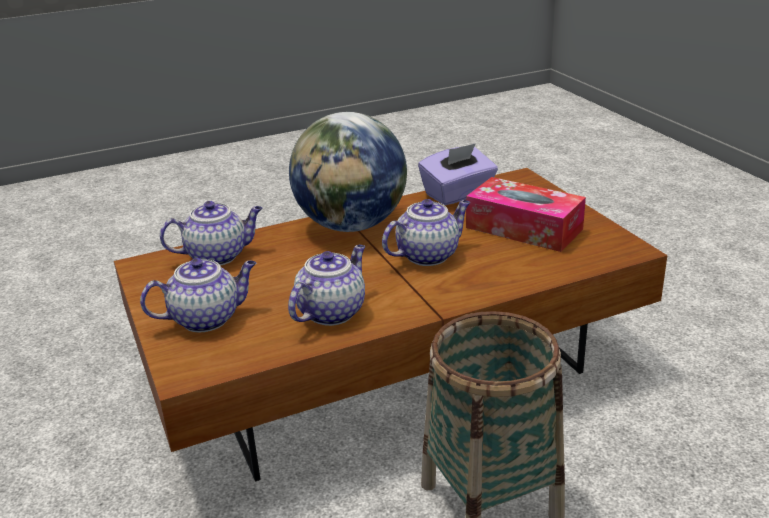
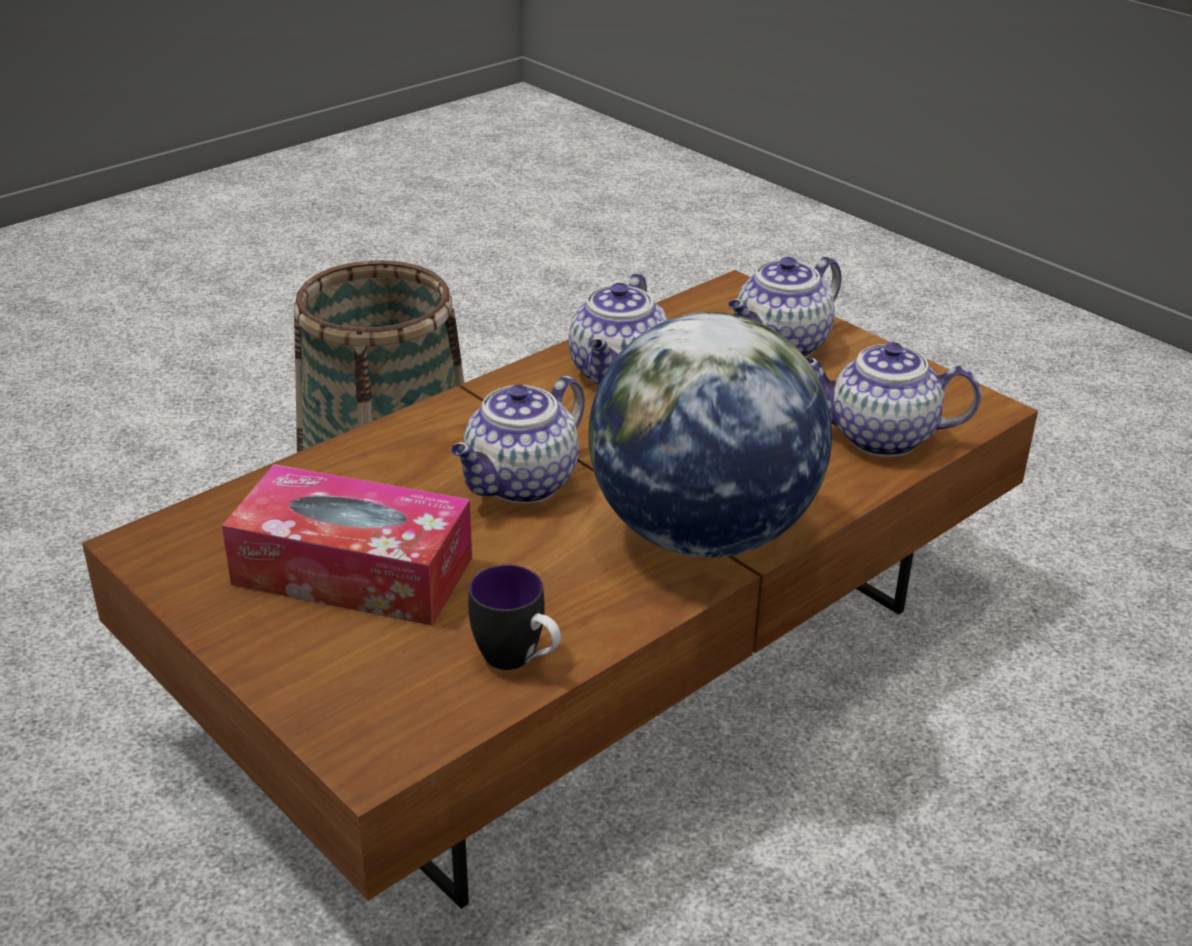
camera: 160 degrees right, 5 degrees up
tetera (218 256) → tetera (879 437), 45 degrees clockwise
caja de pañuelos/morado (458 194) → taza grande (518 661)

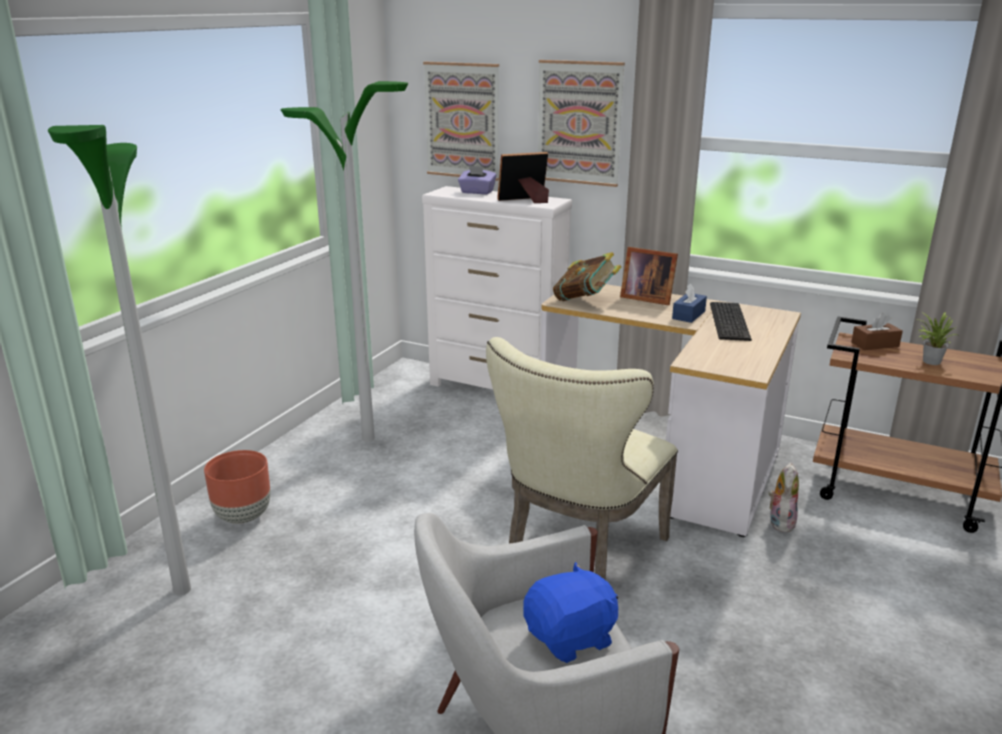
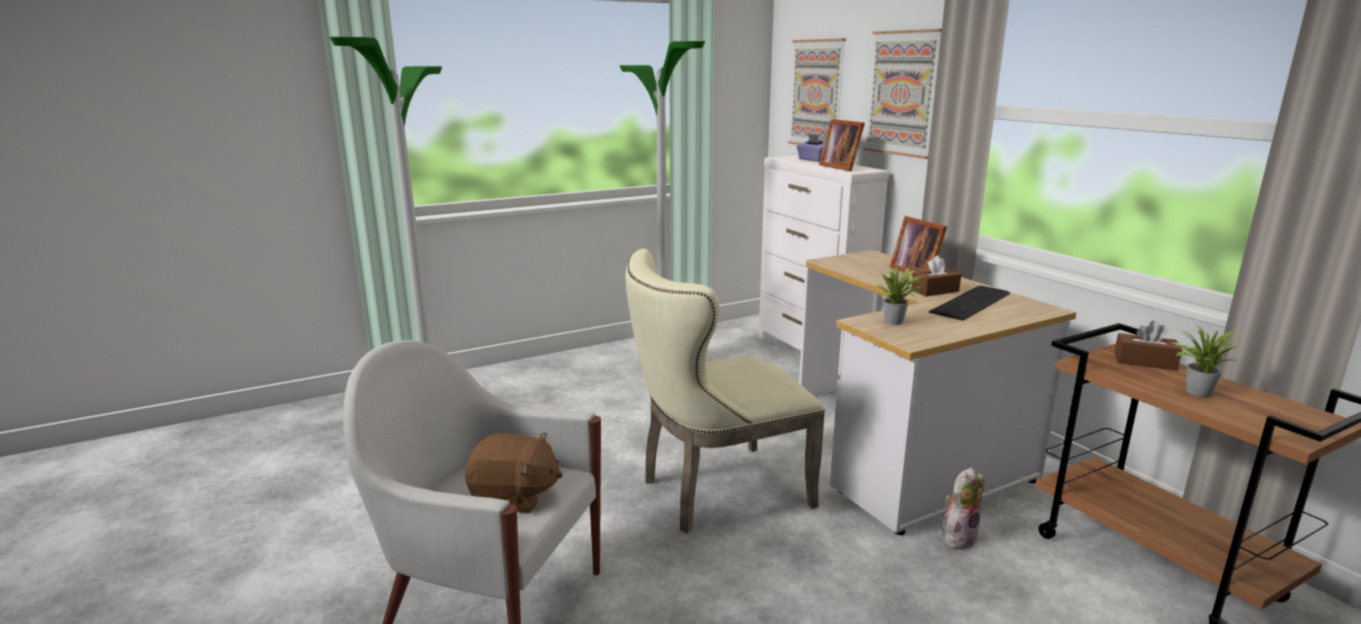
camera: 35 degrees right, 5 degrees down
maceta/marrón (243 516) → -
portarretratos (525 200) → portarretratos (841 167), 135 degrees counterclockwise
peluche/azul (571 637) → peluche/marrón (514 497)
libro (585 301) → -
caja de pañuelos/azul (688 315) → caja de pañuelos/marrón (935 291)
- → planta en maceta (896 322)

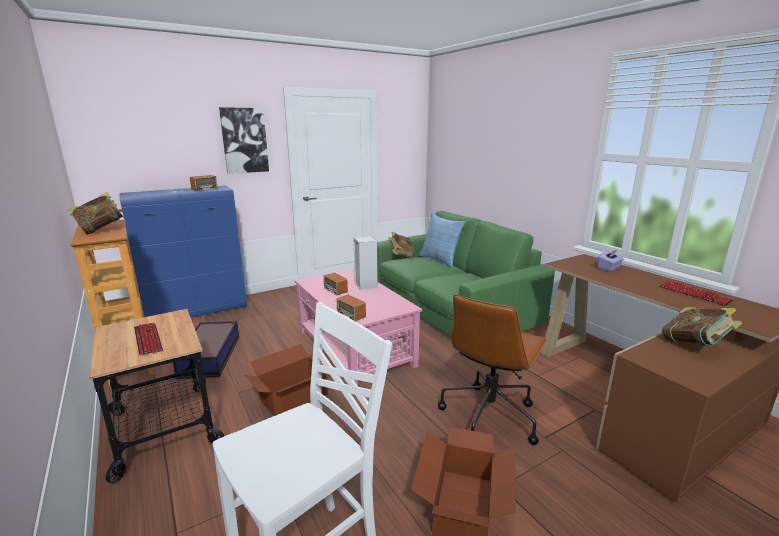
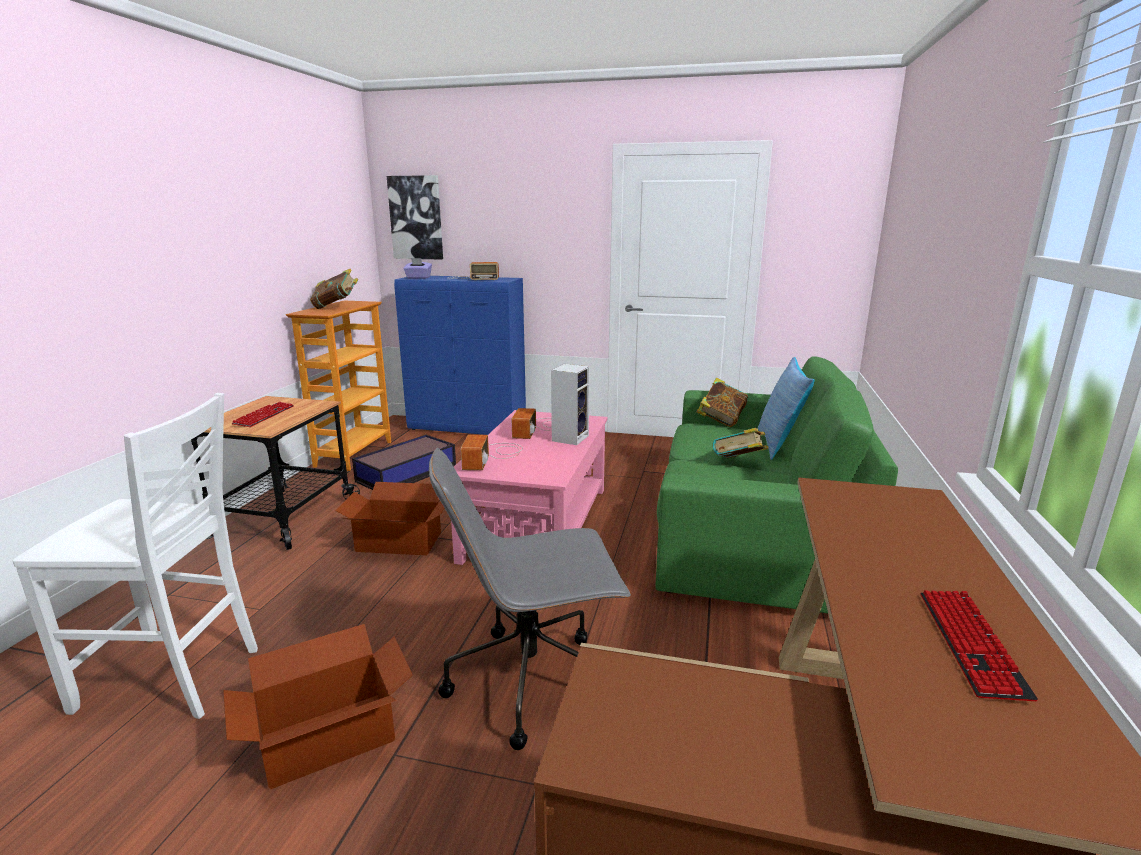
camera: 45 degrees right, 0 degrees up
cuadro (244 140) → cuadro (416 218), move
silla de oficina/marrón (489 416) → silla de oficina/gris (532 680)
caja de pañuelos/morado (609 268) → caja de pañuelos/morado (418 278), move
libro (695 346) → libro (739 465), move

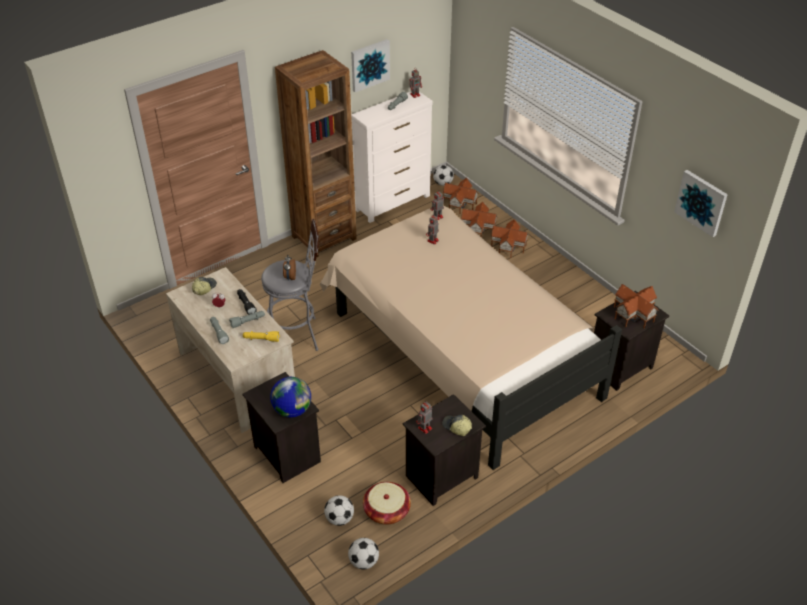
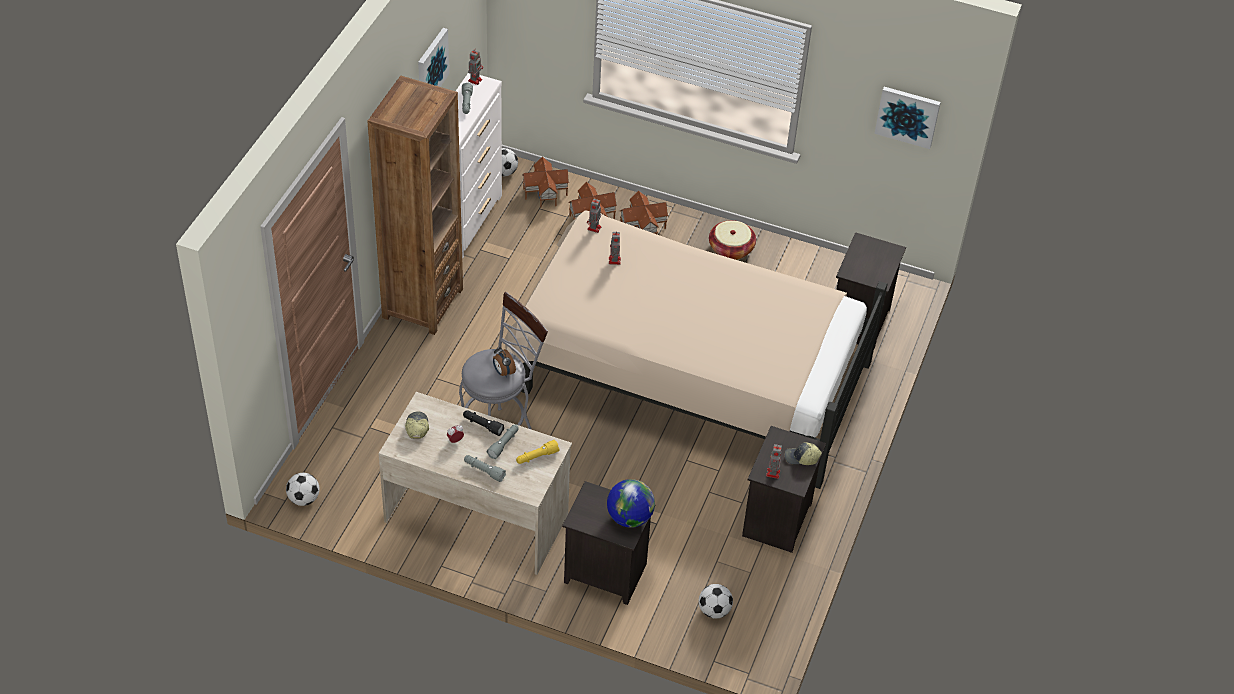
camera: 35 degrees left, 5 degrees up
balón de fútbol (364 561) → balón de fútbol (304 499), move
cesta (387 511) → cesta (731 249), move
casita (633 315) → -

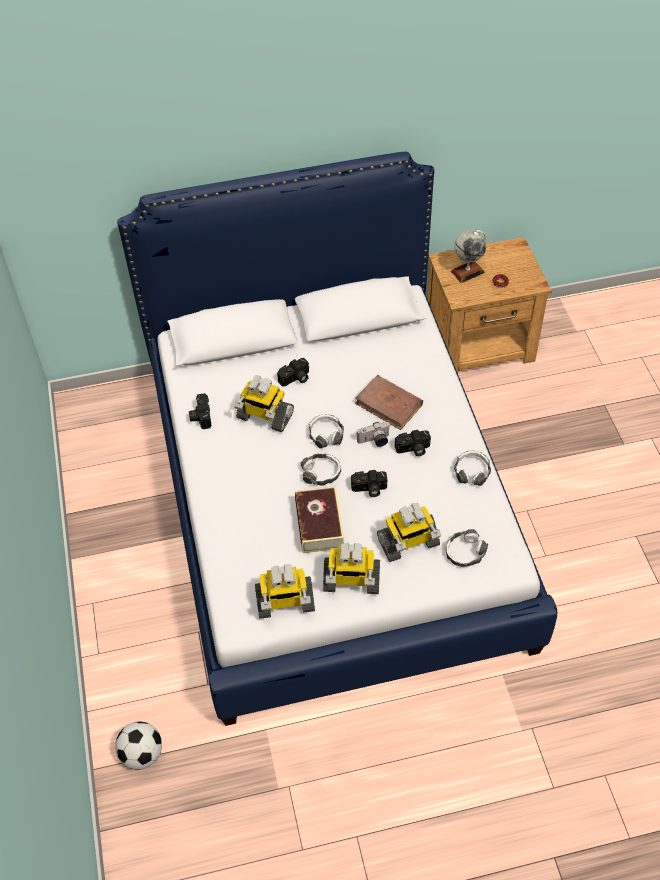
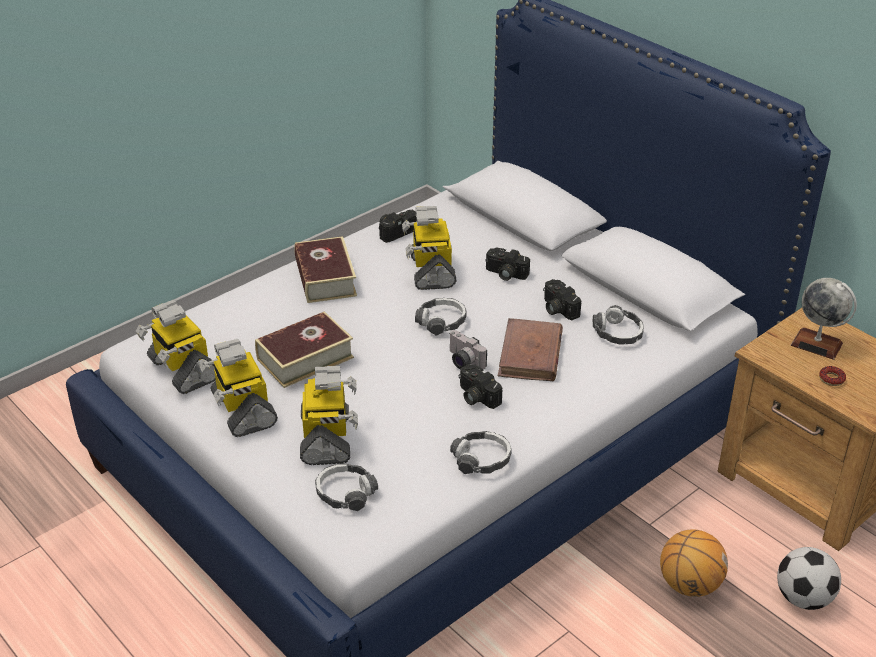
camera: 60 degrees right, 15 degrees down
balón de fútbol (142 754) → balón de fútbol (803 598), move
auriculares (321 473) → auriculares (618 333), move
cámara (369 489) → cámara (557 309), move
robot de juguete (408 543) → robot de juguete (327 439), 135 degrees counterclockwise
- → libro (325 278)
- → balón de baloncesto (689 585)

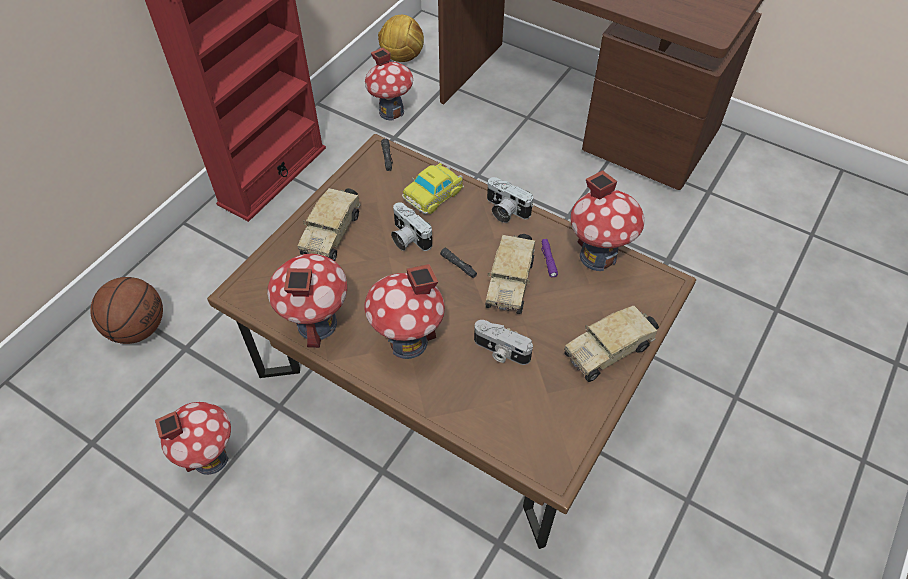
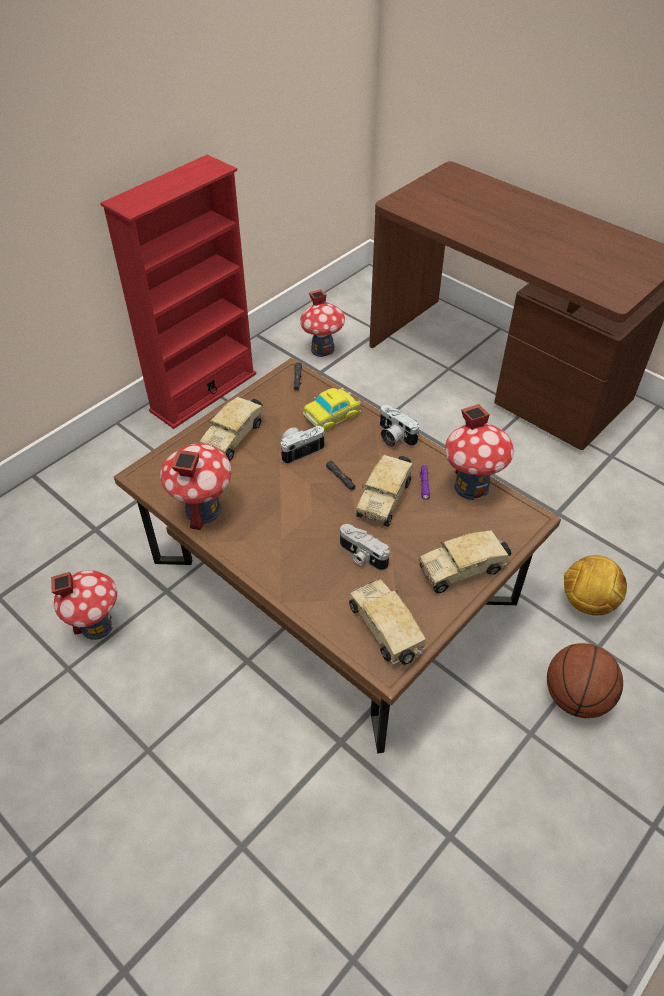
camera: 10 degrees right, 5 degrees down
balón de baloncesto (138 328) → balón de baloncesto (575 696), move
casita (408 341) → -
balón de fútbol (402 57) → balón de fútbol (587 602), move
cámara (407 238) → cámara (300 449), 90 degrees clockwise
- → camión de juguete (387 630)

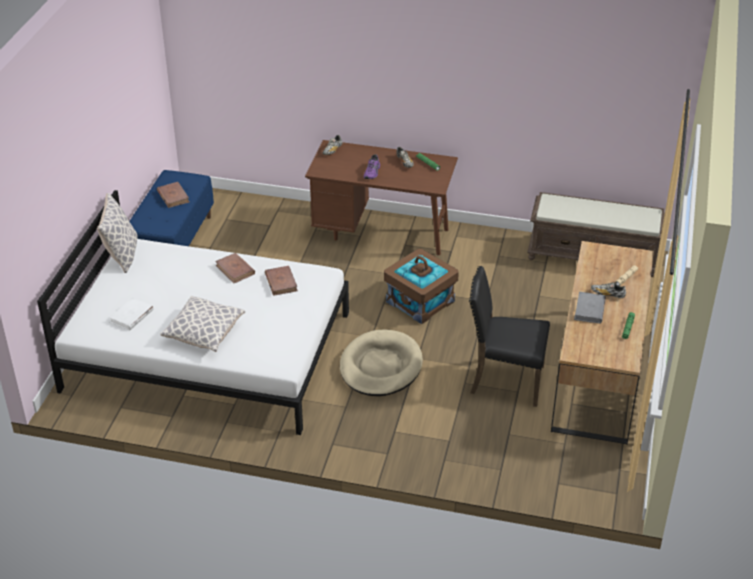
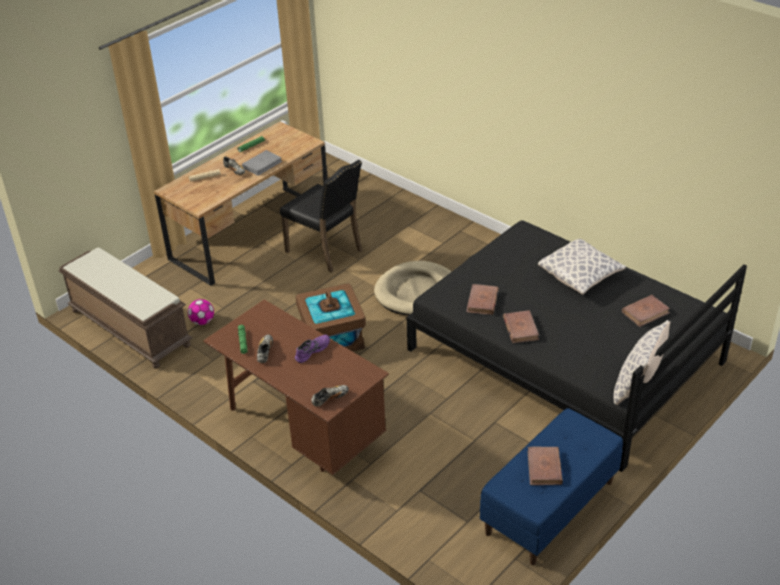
camera: 150 degrees left, 0 degrees up
cama/blanco (208 350) → cama/negro (565 356)
libro/blanco (131 316) → libro/marrón (645 312)
- → balón de fútbol (202 321)

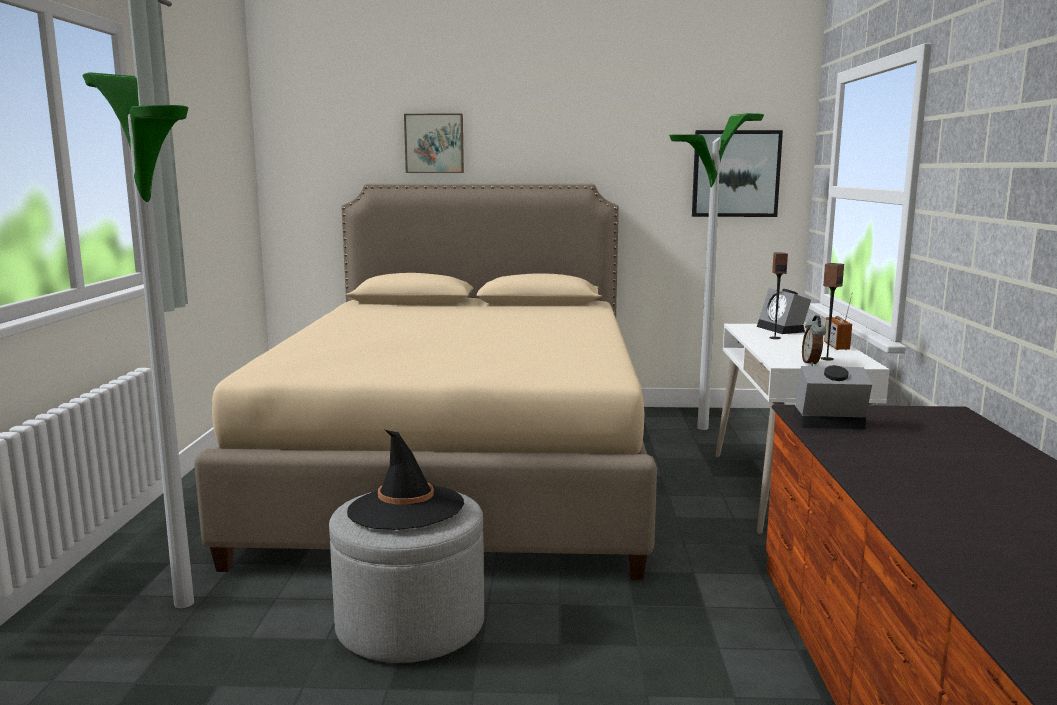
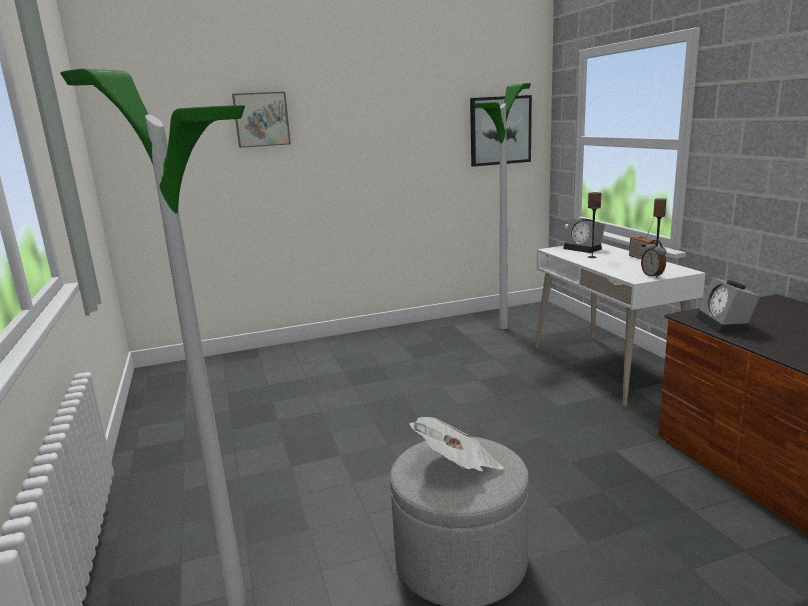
camera: 20 degrees left, 5 degrees up
cama/beis (461 469) → -
sombrero/negro (405 508) → periódico (457 465)
despertador (827 423) → despertador (725 324), 75 degrees counterclockwise

